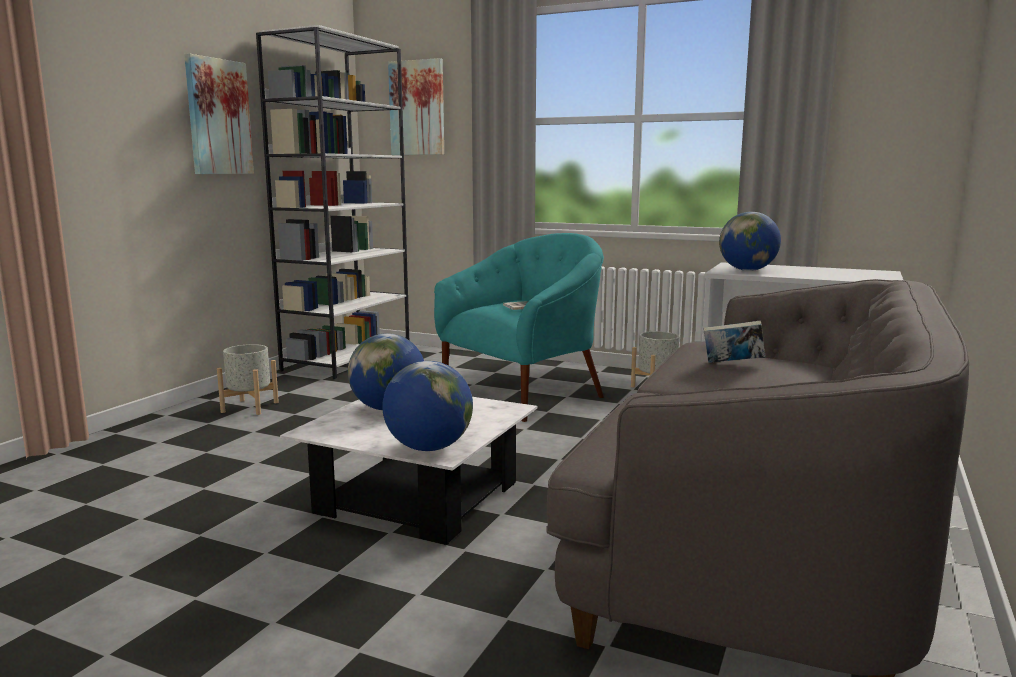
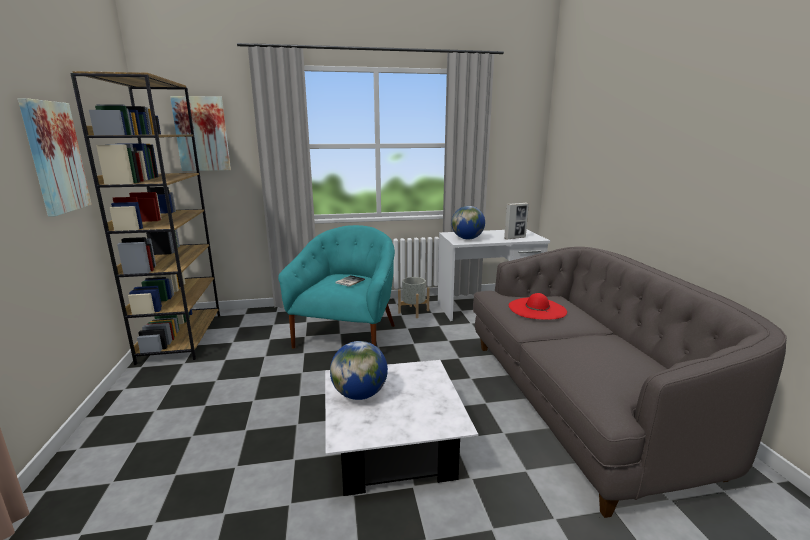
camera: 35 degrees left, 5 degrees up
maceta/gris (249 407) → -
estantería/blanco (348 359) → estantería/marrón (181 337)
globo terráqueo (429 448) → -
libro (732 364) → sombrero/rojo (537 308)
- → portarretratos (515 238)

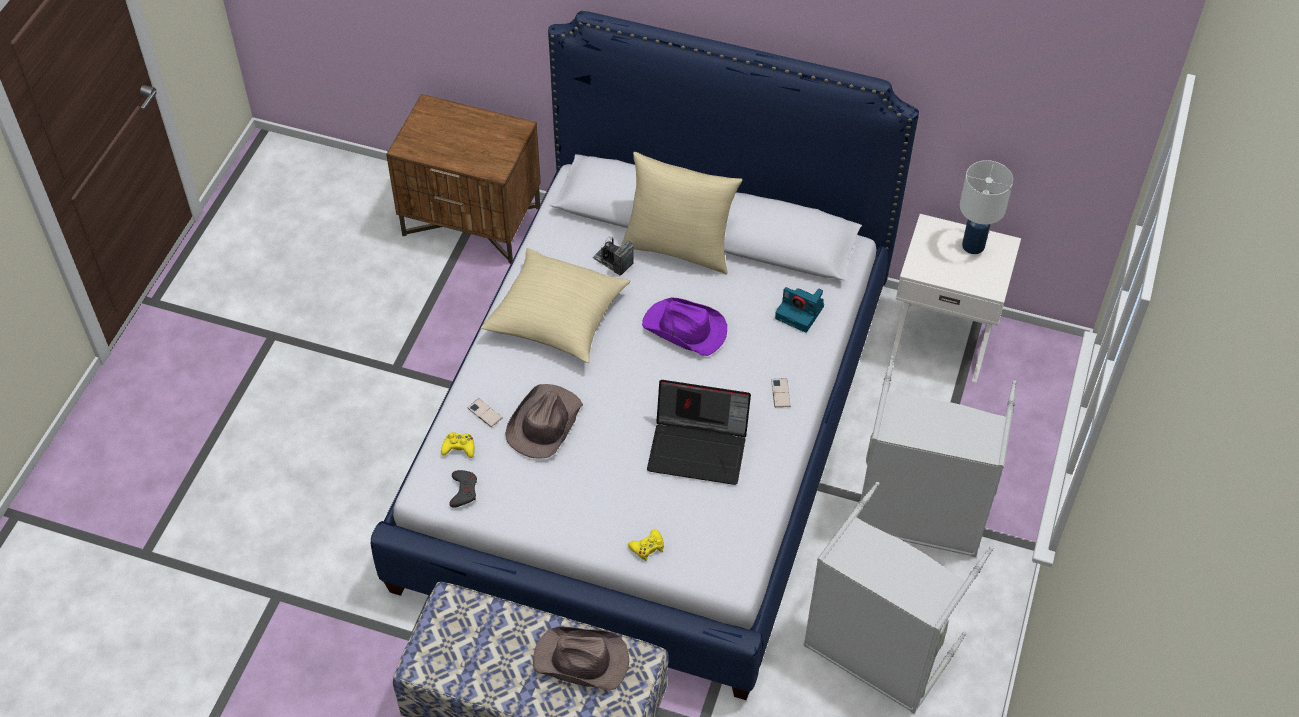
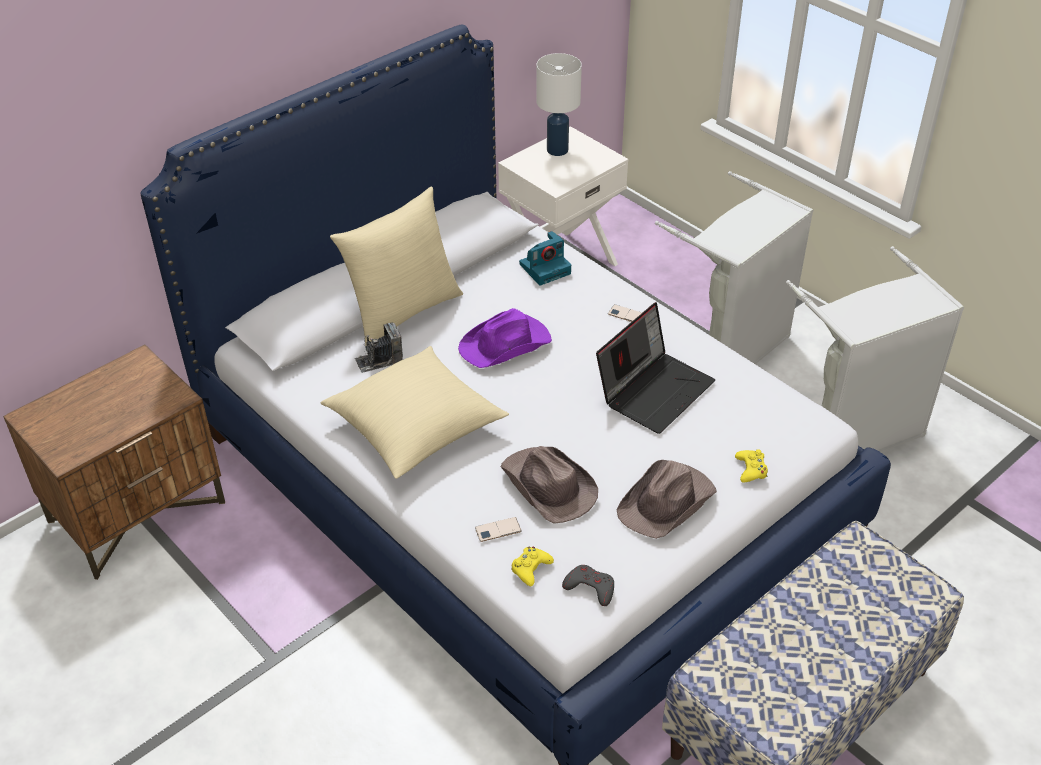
camera: 60 degrees left, 10 degrees down
sombrero/marrón (582 661) → sombrero/marrón (667 502), move

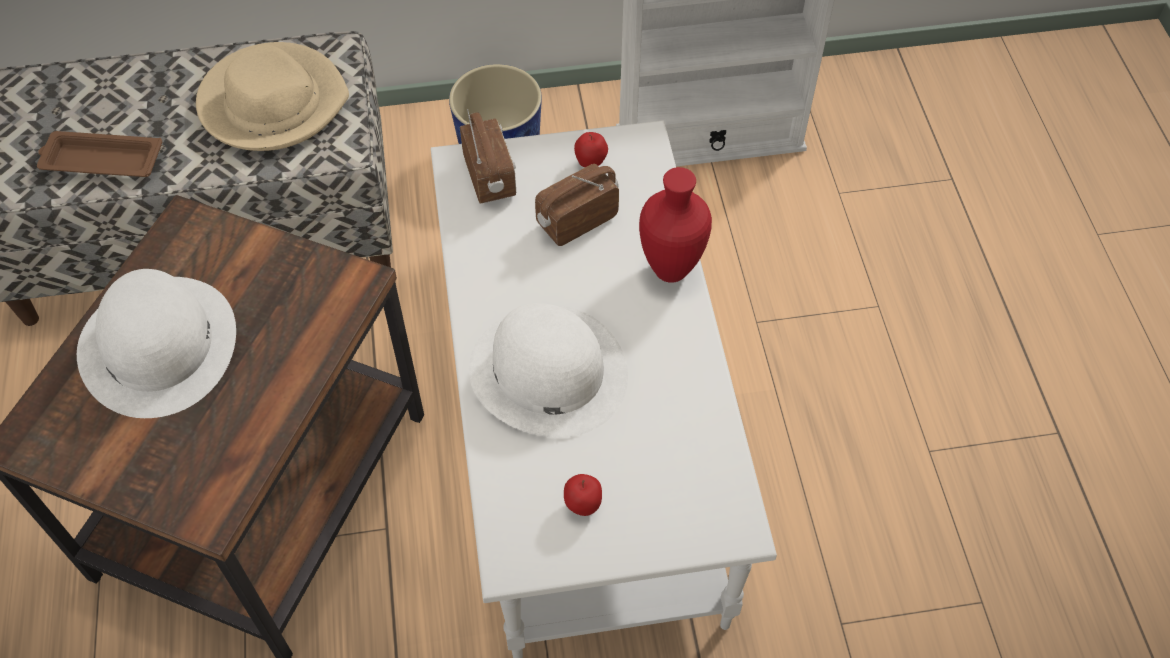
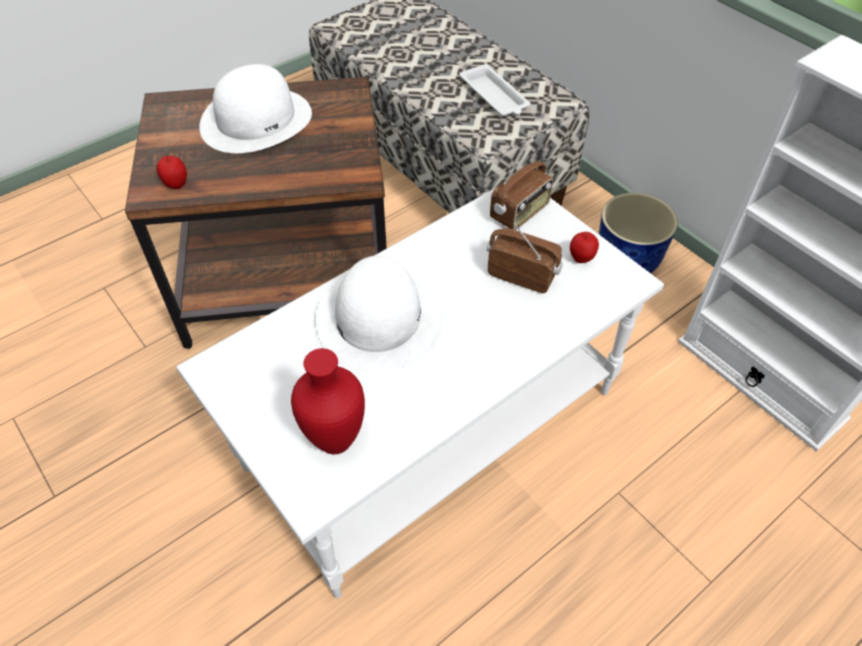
camera: 60 degrees right, 5 degrees down
bandeja/marrón (100 160) → -
sombrero/beis (272 102) → bandeja/blanco (494 96)
manzana (583 506) → manzana (176 185), move
florero/rojo (672 269) → florero/rojo (338 441), move

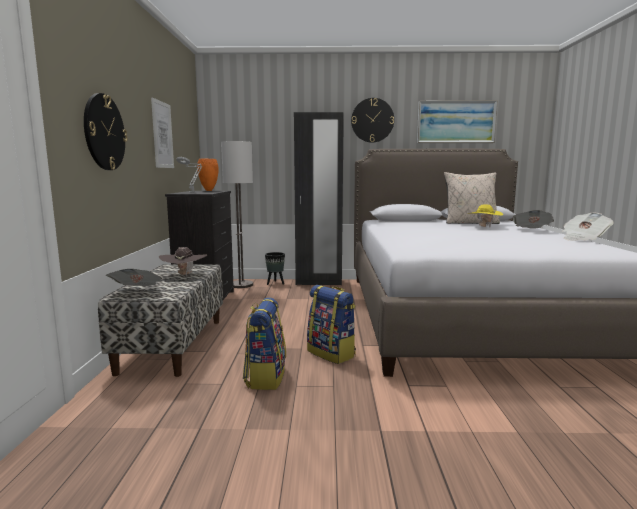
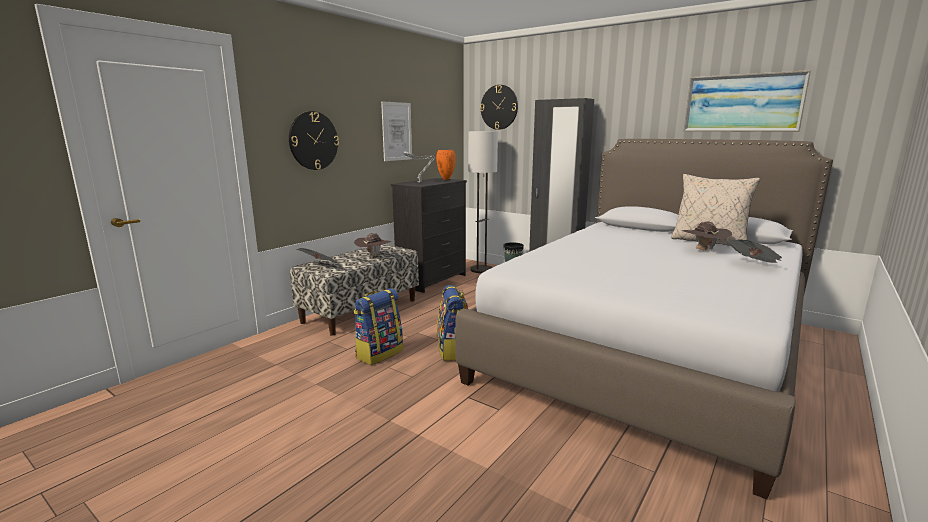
camera: 35 degrees right, 5 degrees up
reloj de pared (372 120) → reloj de pared (499 107), move
sombrero/amarillo (483 227) → sombrero/marrón (703 250)
periódico (583 239) → -

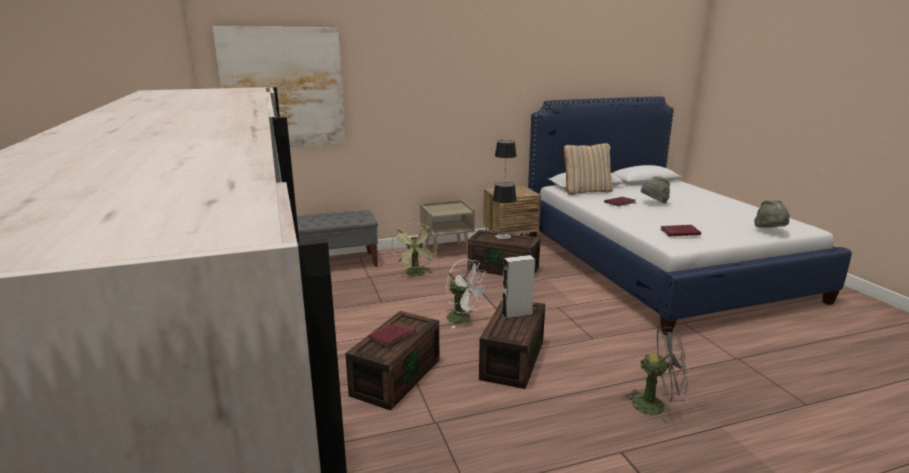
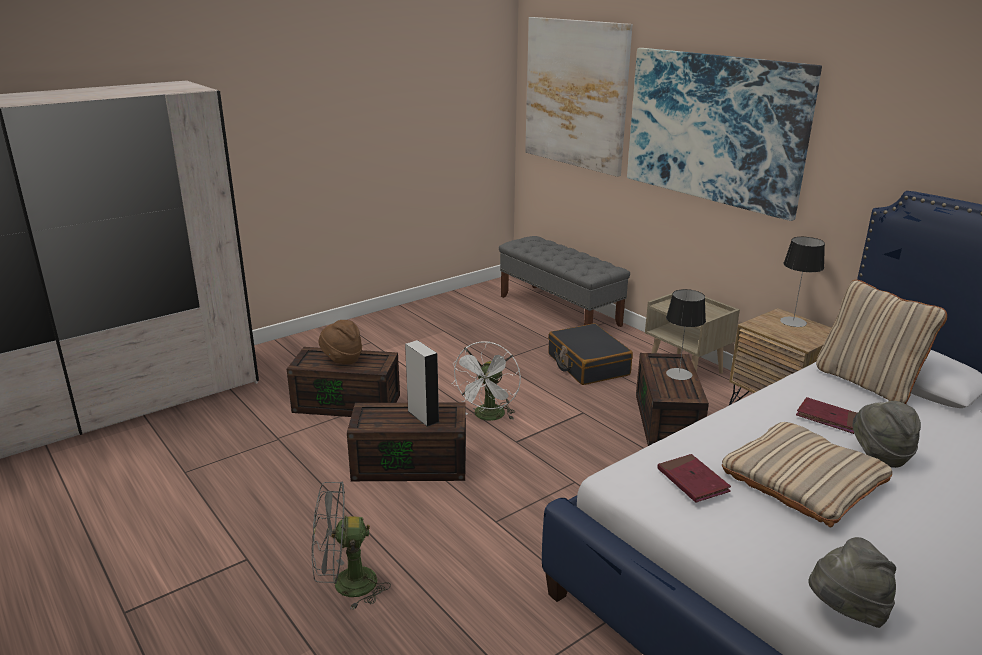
camera: 70 degrees right, 5 degrees up
libro/rojo (392 336) → sombrero/marrón (342 359)
ventilador/verde (416 274) → maleta/negro (587 365)
ventilador/gris (656 405) → ventilador/gris (345 585), 90 degrees clockwise
- → cuadro (714 128)
- → cojín/beis (803 480)

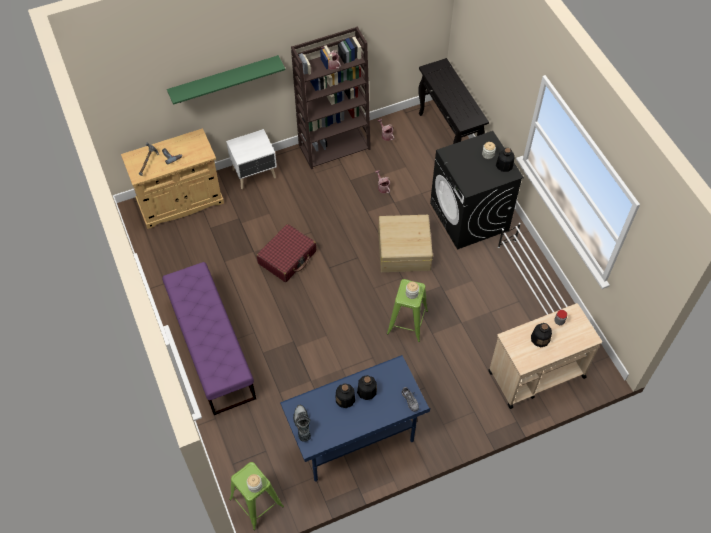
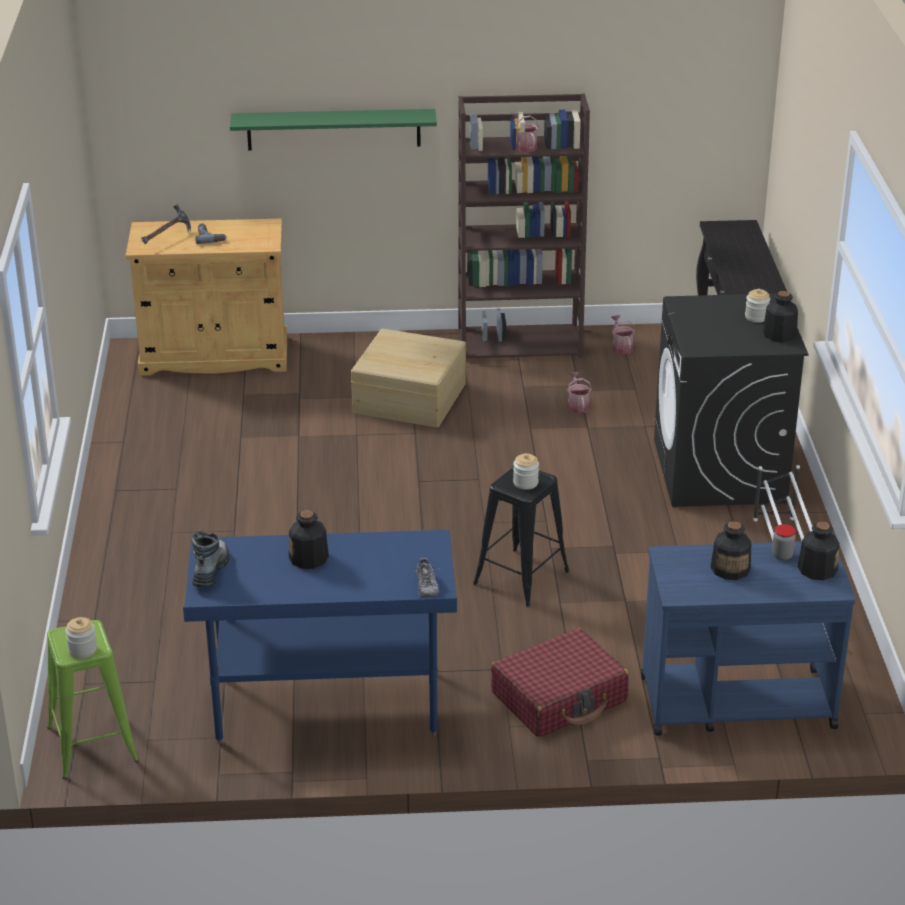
camera: 20 degrees right, 25 degrees down
banco/morado (211 347) → -
mesita de noche/blanco (255 174) → -
maleta/rojo (287 257) → maleta/rojo (559 697), move
botella (366 391) → botella (816 569), move
caja de almacenaje/beis (403 250) → caja de almacenaje/beis (408 397), move
taburete/verde (407 322) → taburete/negro (522 577)
carrito/beis (536 374) → carrito/azul (735 702)

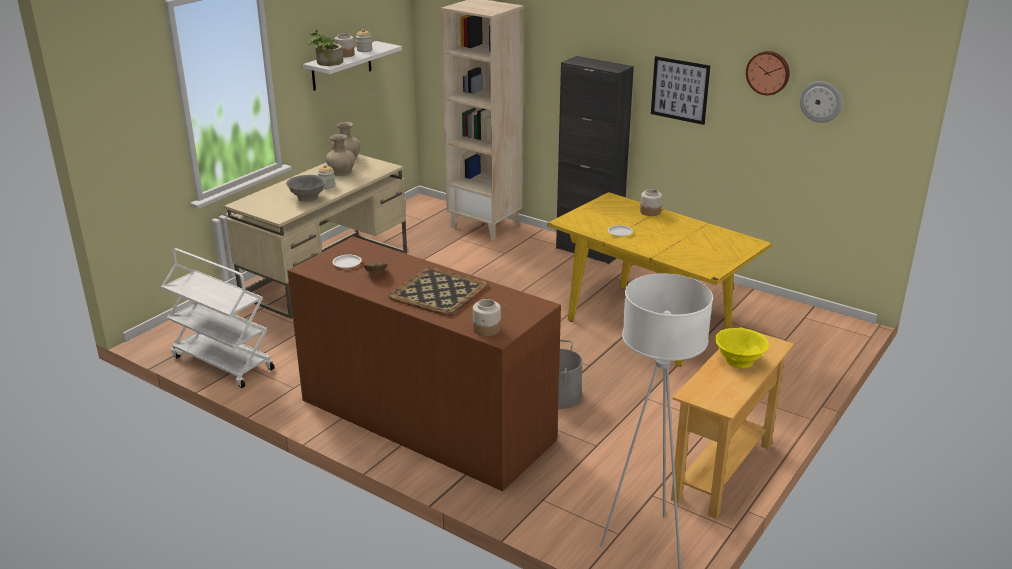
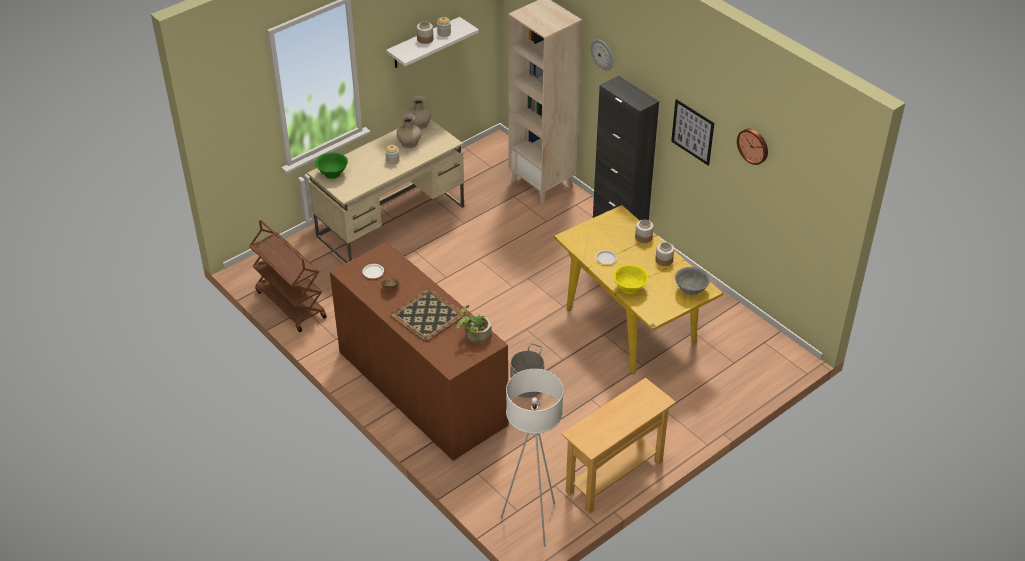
camera: 15 degrees right, 15 degrees up
carrito/blanco (222 363) → carrito/marrón (290 304)
cuenco/gris (307 198) → cuenco/gris (691 290), move
planta en maceta (326 63) → planta en maceta (474 336), move
tarro (487 329) → tarro (664 260), move
cuenco/amarillo (739 361) → cuenco/amarillo (629 287), move
reloj de pared (821 101) → reloj de pared (602 54), move
- → cuenco/verde (332 173)

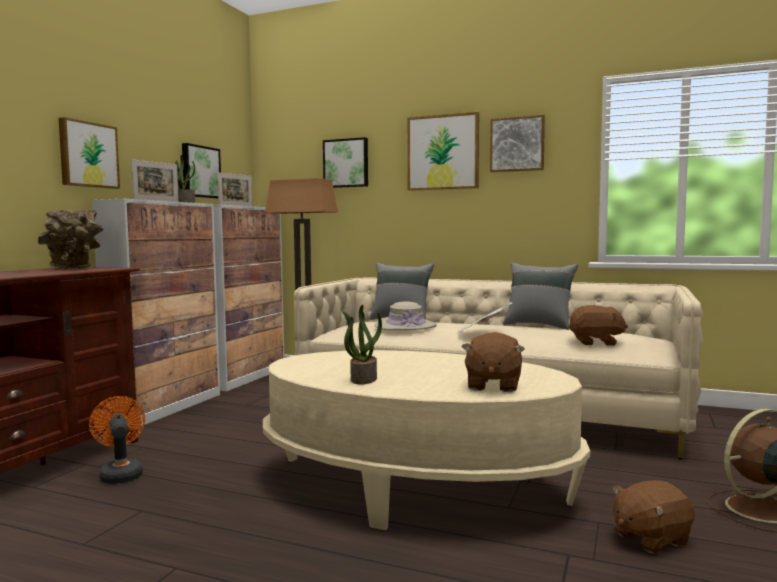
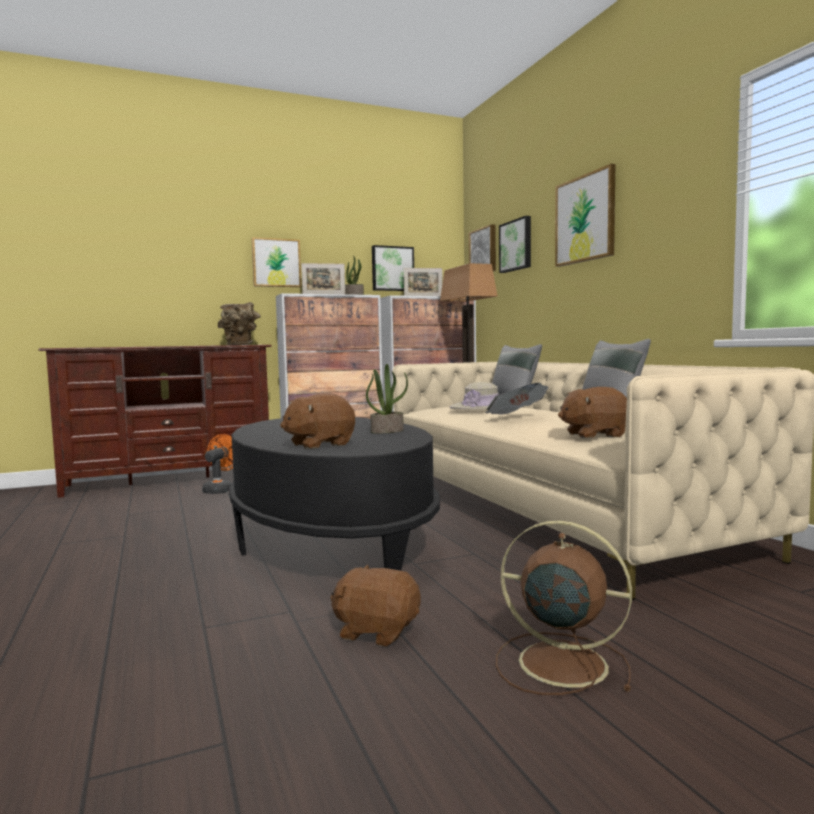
camera: 45 degrees right, 0 degrees up
mesa de centro/beis (415 486) → mesa de centro/negro (331 540)
planta en maceta (363 379) → planta en maceta (387 431), move
cuadro (517 144) → cuadro (484 251), move
peluche/marrón (596 343) → peluche/marrón (594 435), 120 degrees clockwise

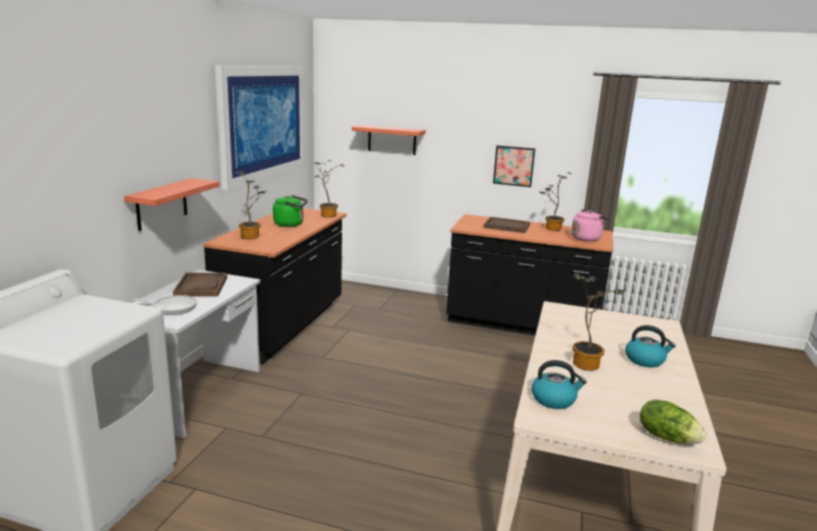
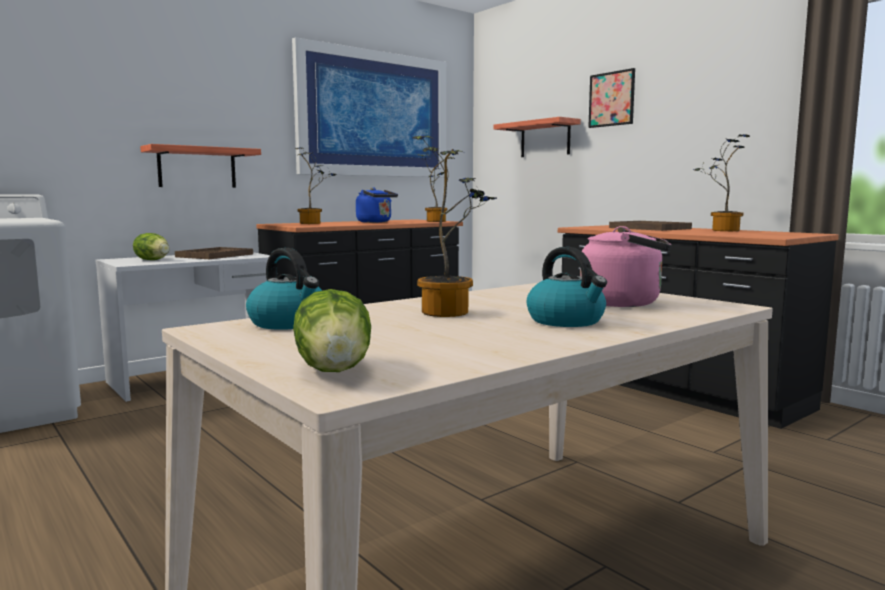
camera: 35 degrees right, 10 degrees down
sartén (172 307) → lechuga (153 260)
hervidor/verde (290 224) → hervidor/azul (376 222)
cuadro (513 166) → cuadro (611 99), move
hervidor/rosa (587 238) → hervidor/rosa (625 303), move

